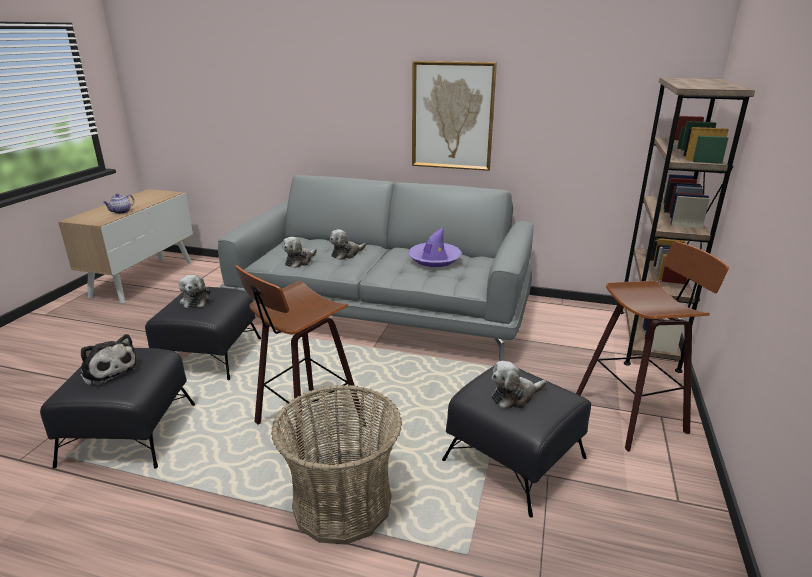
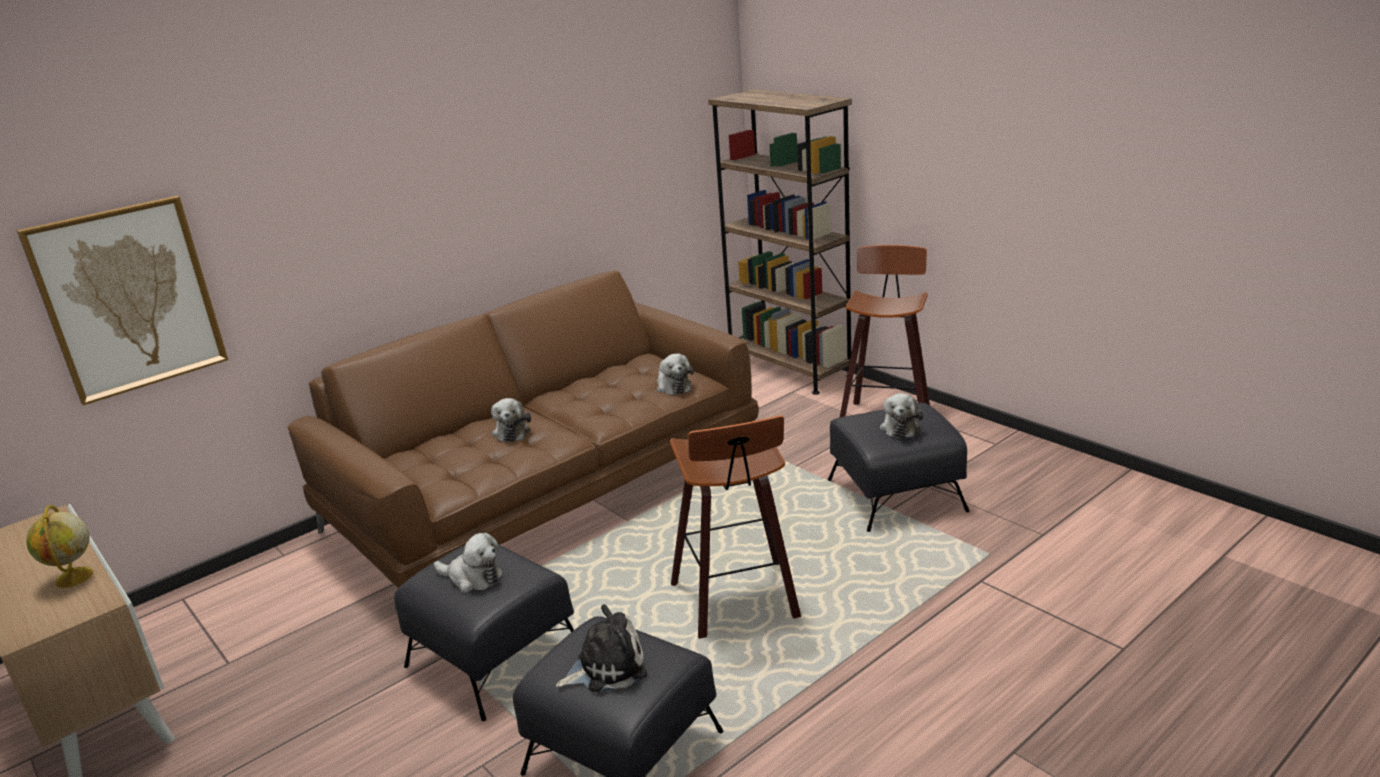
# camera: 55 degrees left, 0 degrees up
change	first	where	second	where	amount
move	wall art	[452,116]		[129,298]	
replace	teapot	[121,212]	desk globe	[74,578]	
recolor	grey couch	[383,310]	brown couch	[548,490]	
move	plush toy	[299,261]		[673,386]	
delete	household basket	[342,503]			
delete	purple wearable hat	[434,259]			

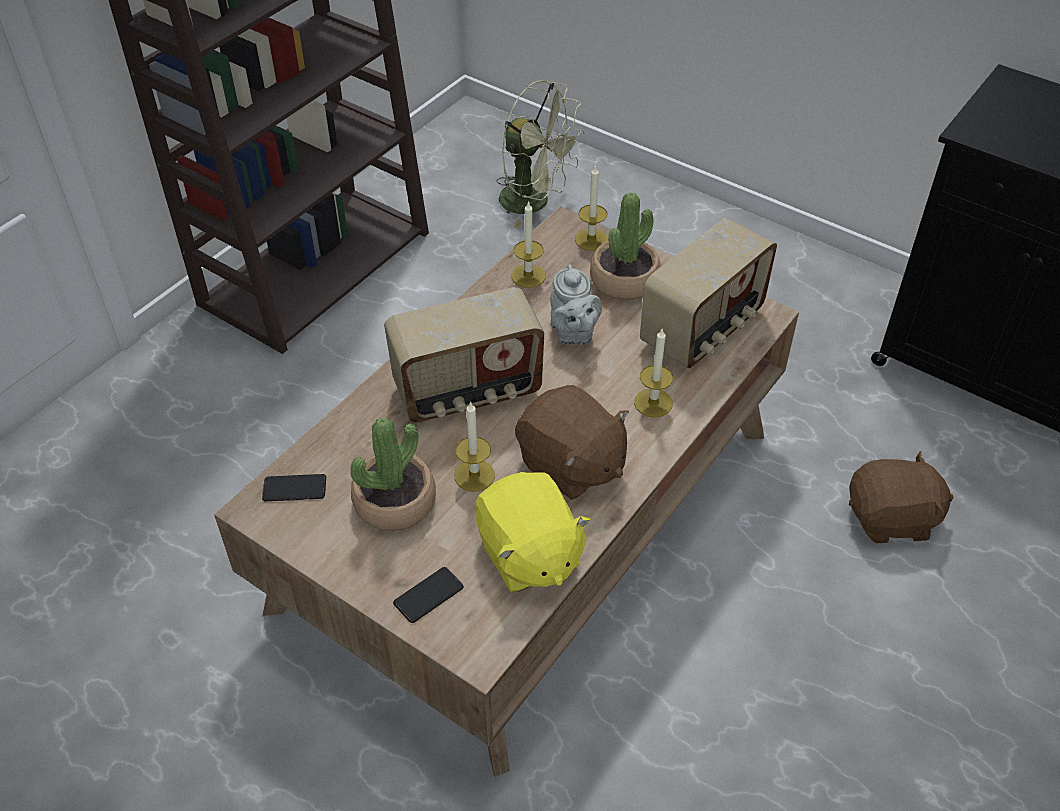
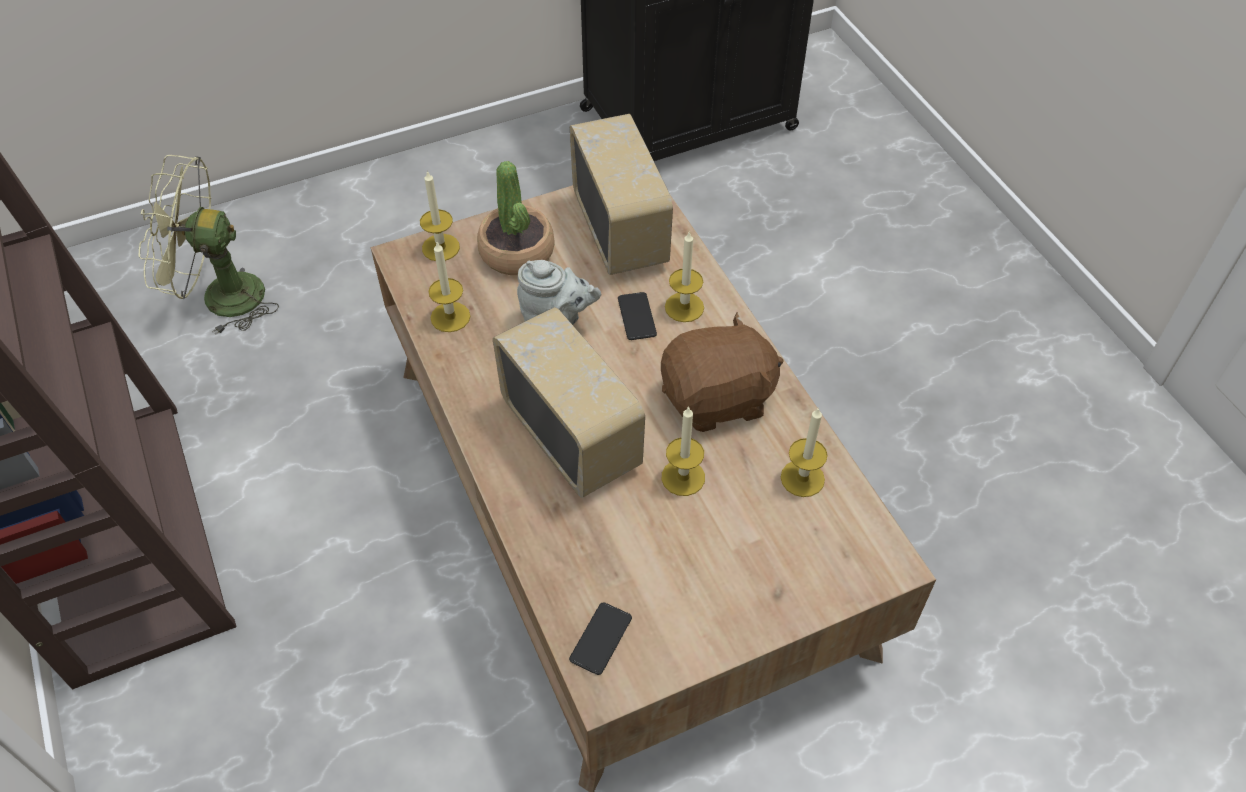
# camera: 60 degrees left, 5 degrees up
change	first	where	second	where	amount
rotate	green-coloured electric fan	[535,202]		[219,297]	150 degrees counterclockwise
rotate	radio receiver	[468,392]		[572,435]	45 degrees counterclockwise
move	telephone	[428,595]		[637,317]	
replace	yellow-coloured plush toy	[528,555]	wax light	[802,478]	
delete	potted plant	[394,502]			
delete	brown plush toy	[891,519]			

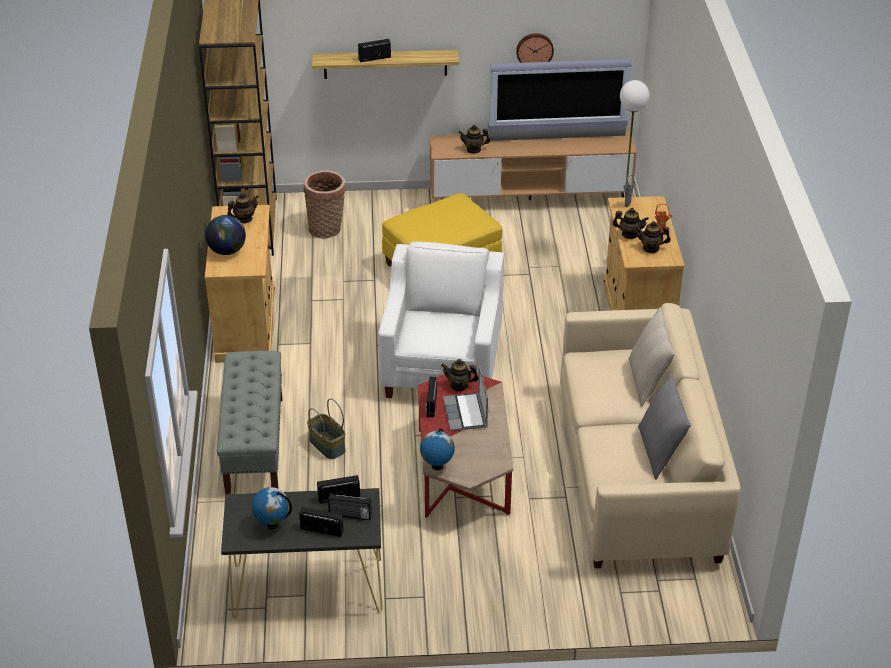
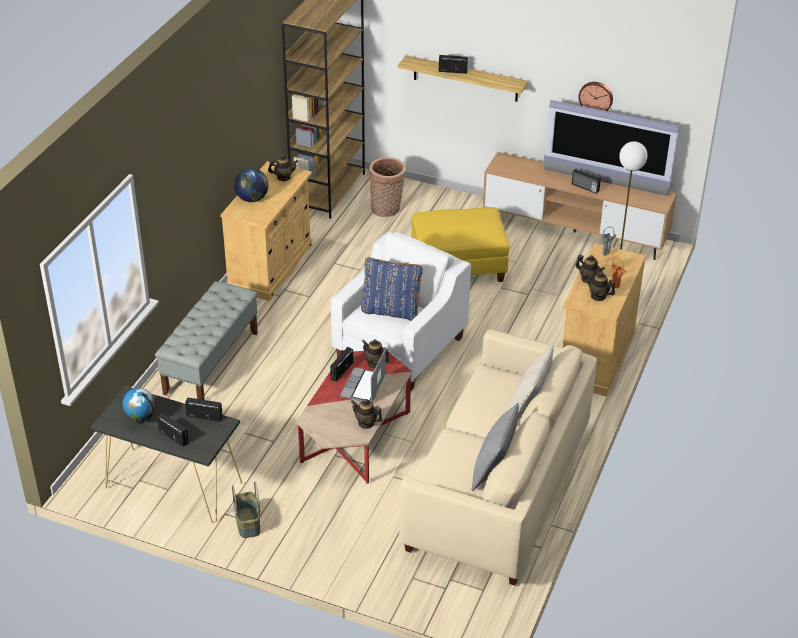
# camera: 25 degrees right, 0 degrees up
change	first	where	second	where	amount
move	household basket	[326,445]		[247,523]	
move	teapot	[474,149]		[366,423]	
insert			bluish pillow	[391,310]	
move	radio receiver	[350,515]		[585,188]	
delete	desk globe	[437,466]			

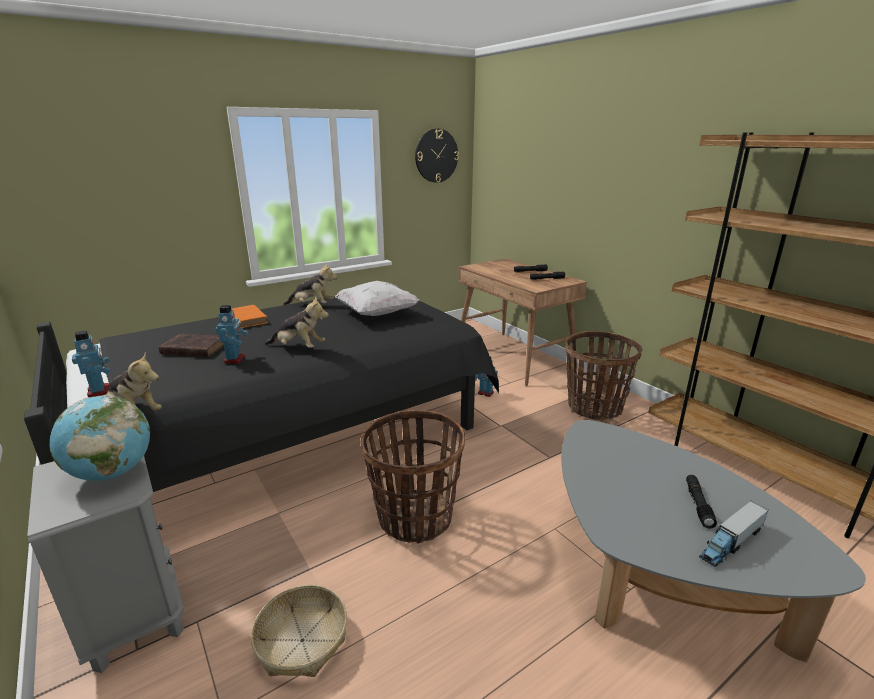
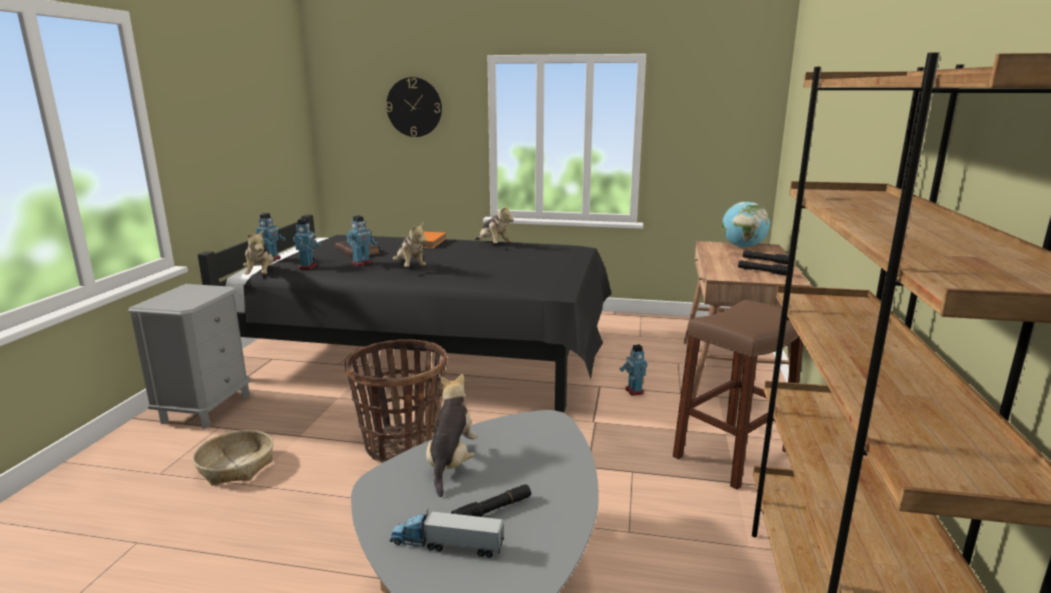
# camera: 45 degrees right, 5 degrees down
change	first	where	second	where	amount
insert			model robot	[308,267]	
move	hanging clock	[436,156]		[414,107]	
insert			plush toy	[451,463]	
replace	household basket	[594,408]	brown stool seat	[732,454]	
move	desk globe	[112,472]		[743,247]	
delete	white-coloured pillow	[377,314]			

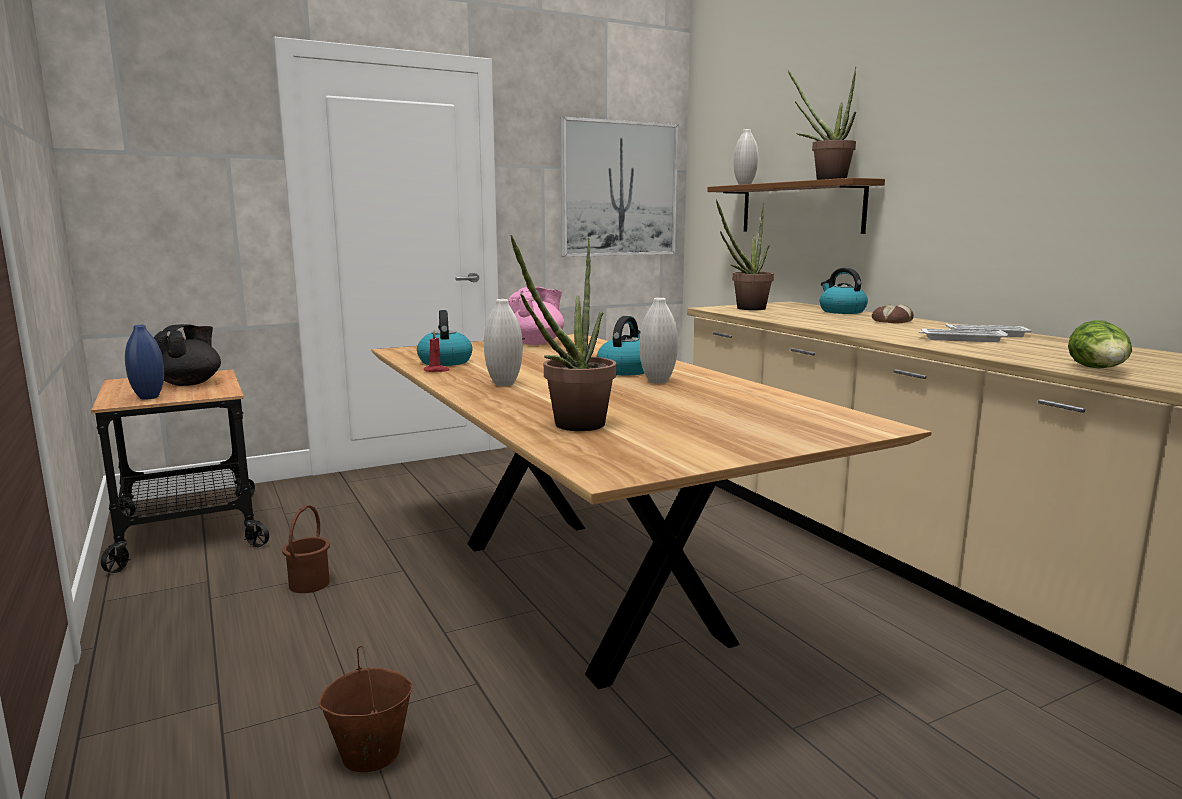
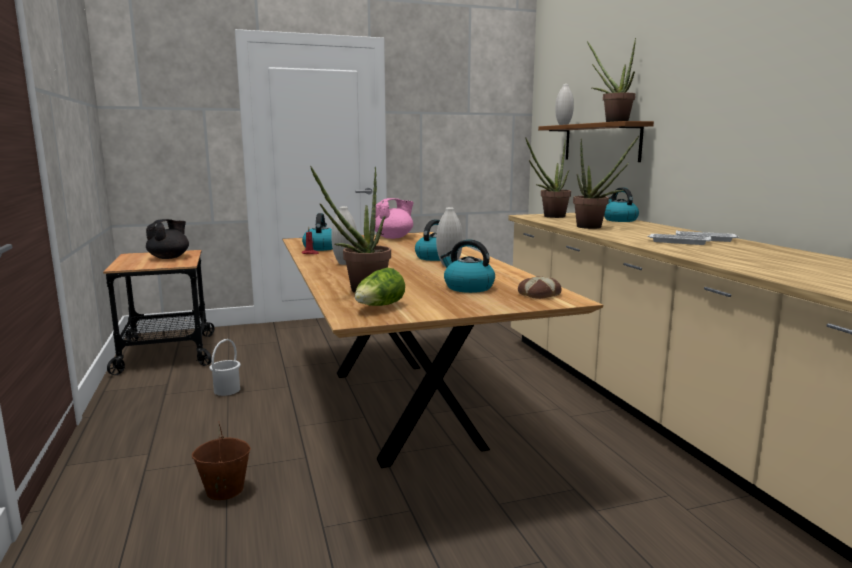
# camera: 10 degrees right, 0 degrees up
change	first	where	second	where	amount
recolor	brown water bucket	[308,584]	white-coloured water bucket	[226,390]	
move	lettuce head	[1099,370]		[379,307]	
insert			tea kettle	[468,287]	
move	bread	[891,321]		[538,294]	
insert			potted plant	[594,227]	
delete	bluish decorative vase	[149,397]			
delete	wall art	[619,189]			

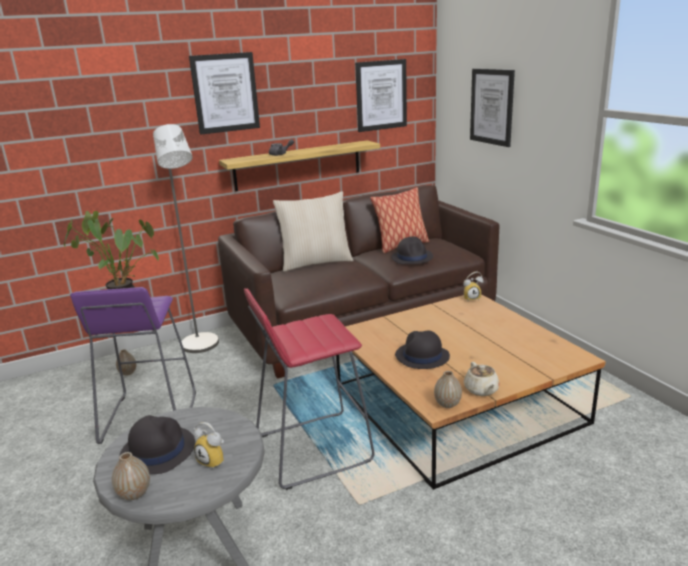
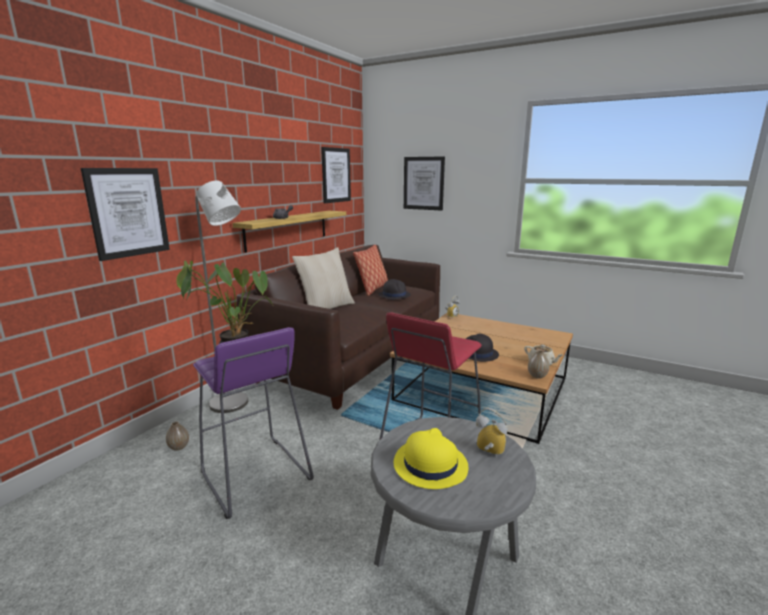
# camera: 35 degrees left, 5 degrees down
change	first	where	second	where	amount
move	wall art	[225,93]		[128,212]	
recolor	black-coloured wearable hat	[157,450]	yellow-coloured wearable hat	[429,465]	
rotate	alarm clock	[215,460]		[488,453]	150 degrees counterclockwise
delete	decorative vase	[134,493]			

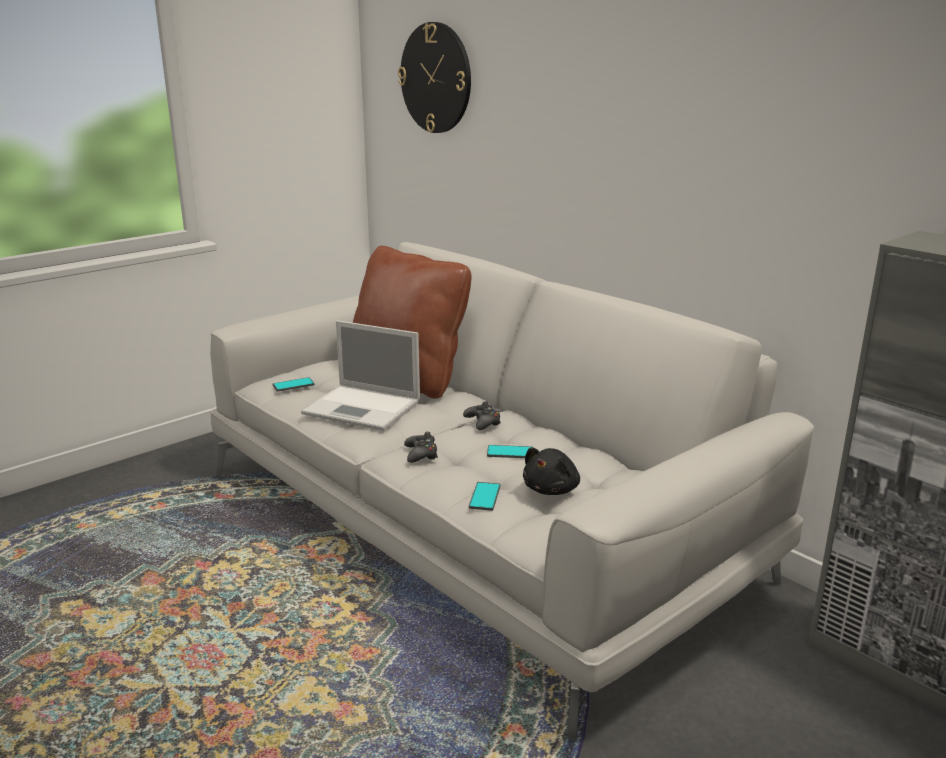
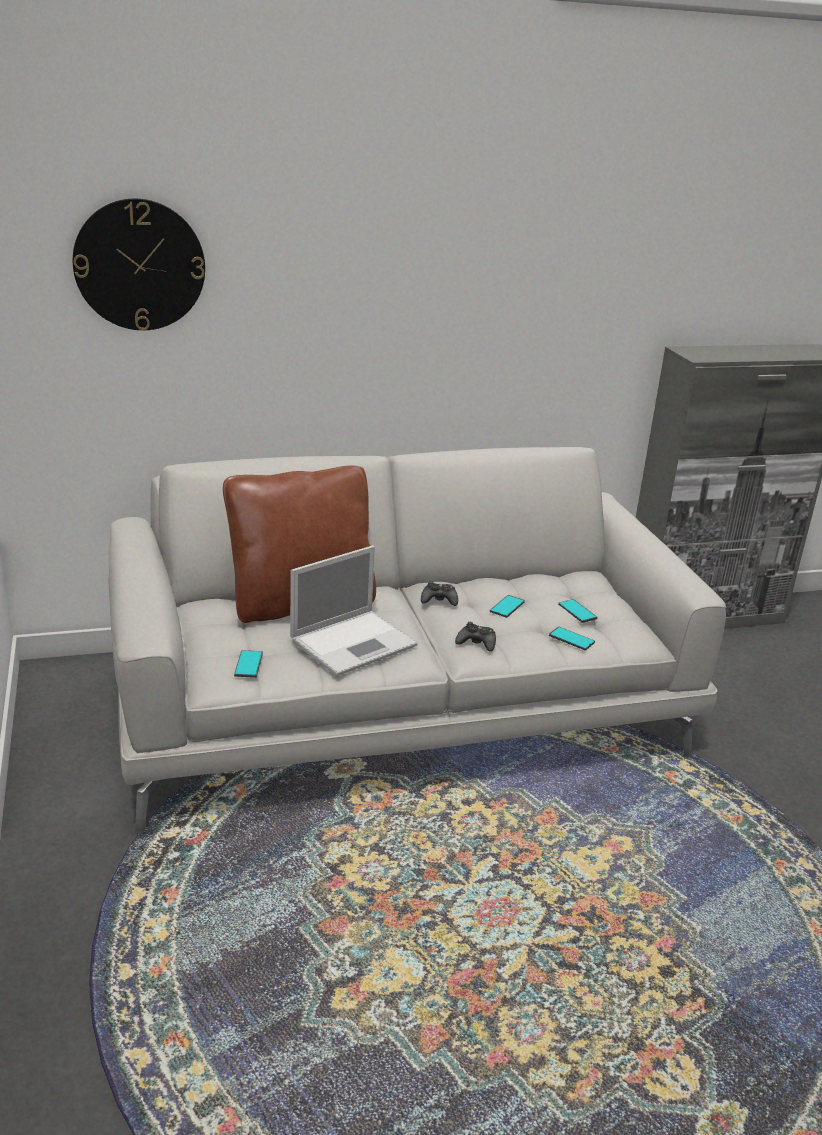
# camera: 65 degrees left, 5 degrees up
change	first	where	second	where	amount
replace	black-coloured plush toy	[552,489]	telephone	[577,611]	

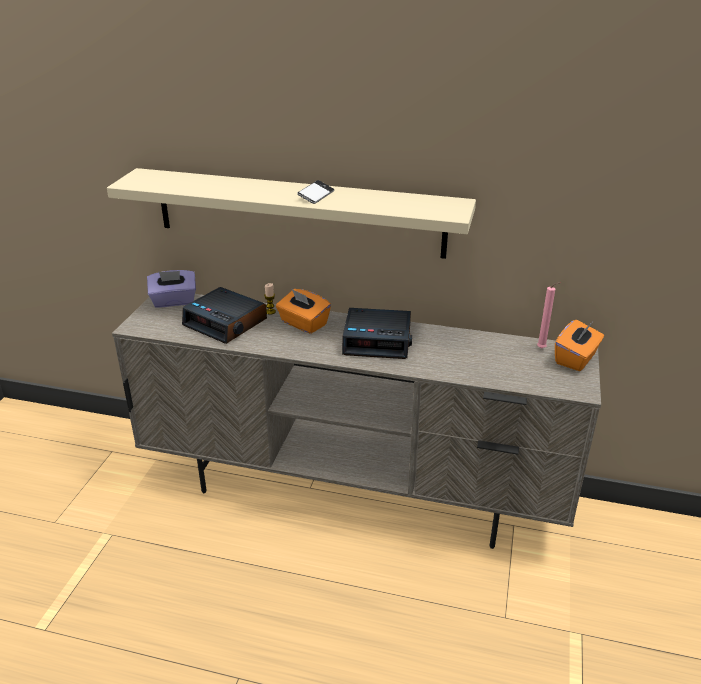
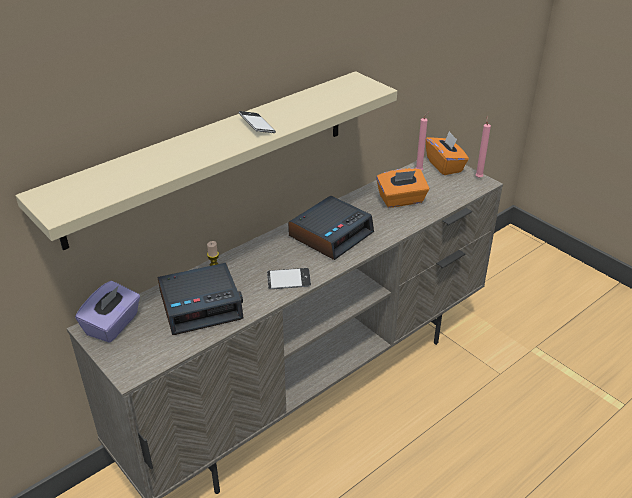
# camera: 55 degrees left, 5 degrees up
change	first	where	second	where	amount
insert			telephone	[289,281]	
move	orangey tissue box	[303,324]		[401,200]	
insert			pink-coloured wax light	[478,177]	

